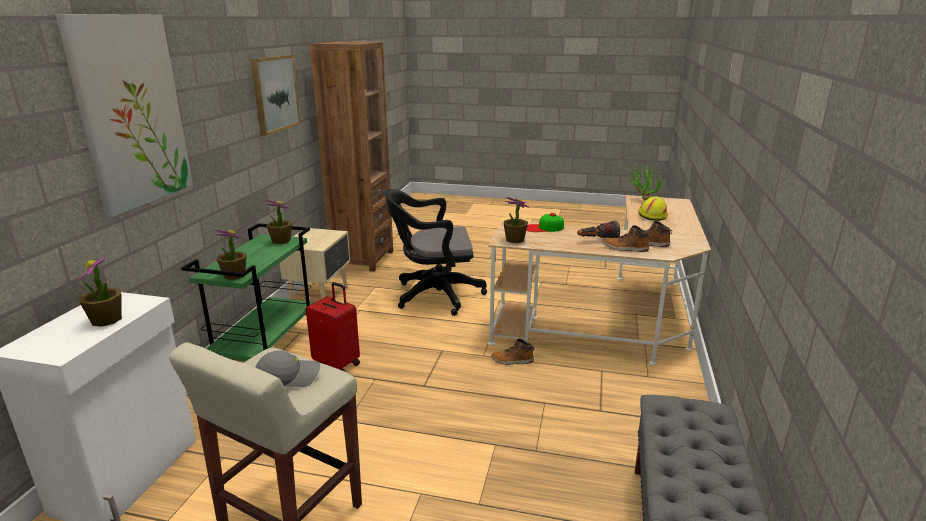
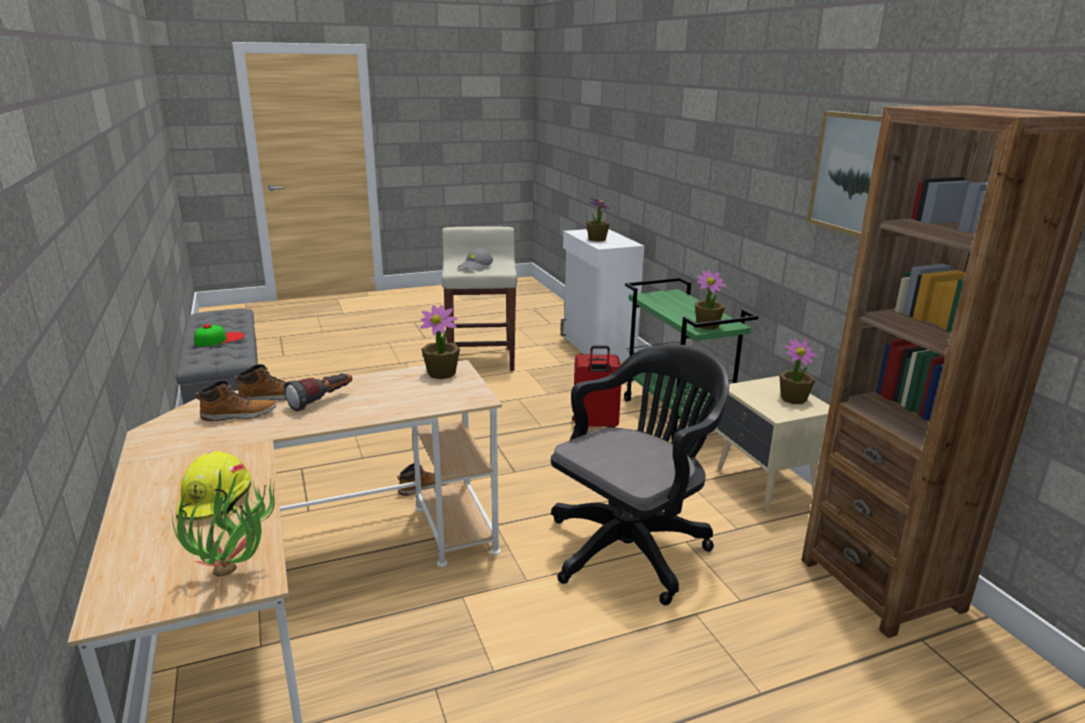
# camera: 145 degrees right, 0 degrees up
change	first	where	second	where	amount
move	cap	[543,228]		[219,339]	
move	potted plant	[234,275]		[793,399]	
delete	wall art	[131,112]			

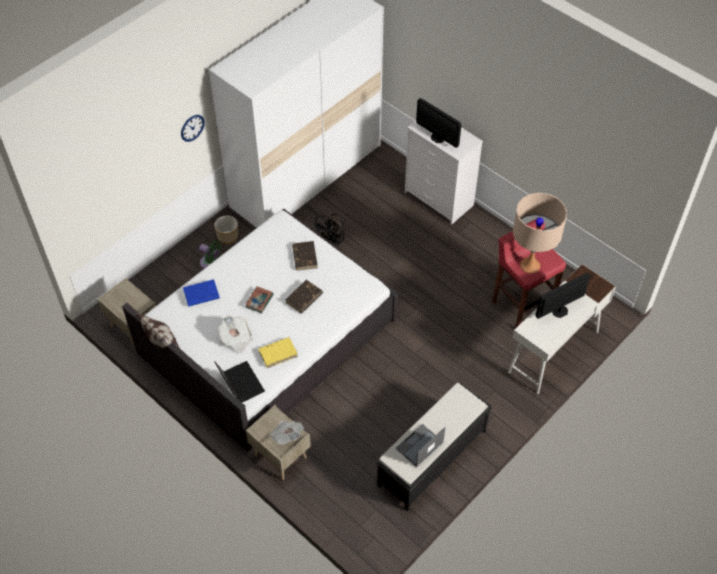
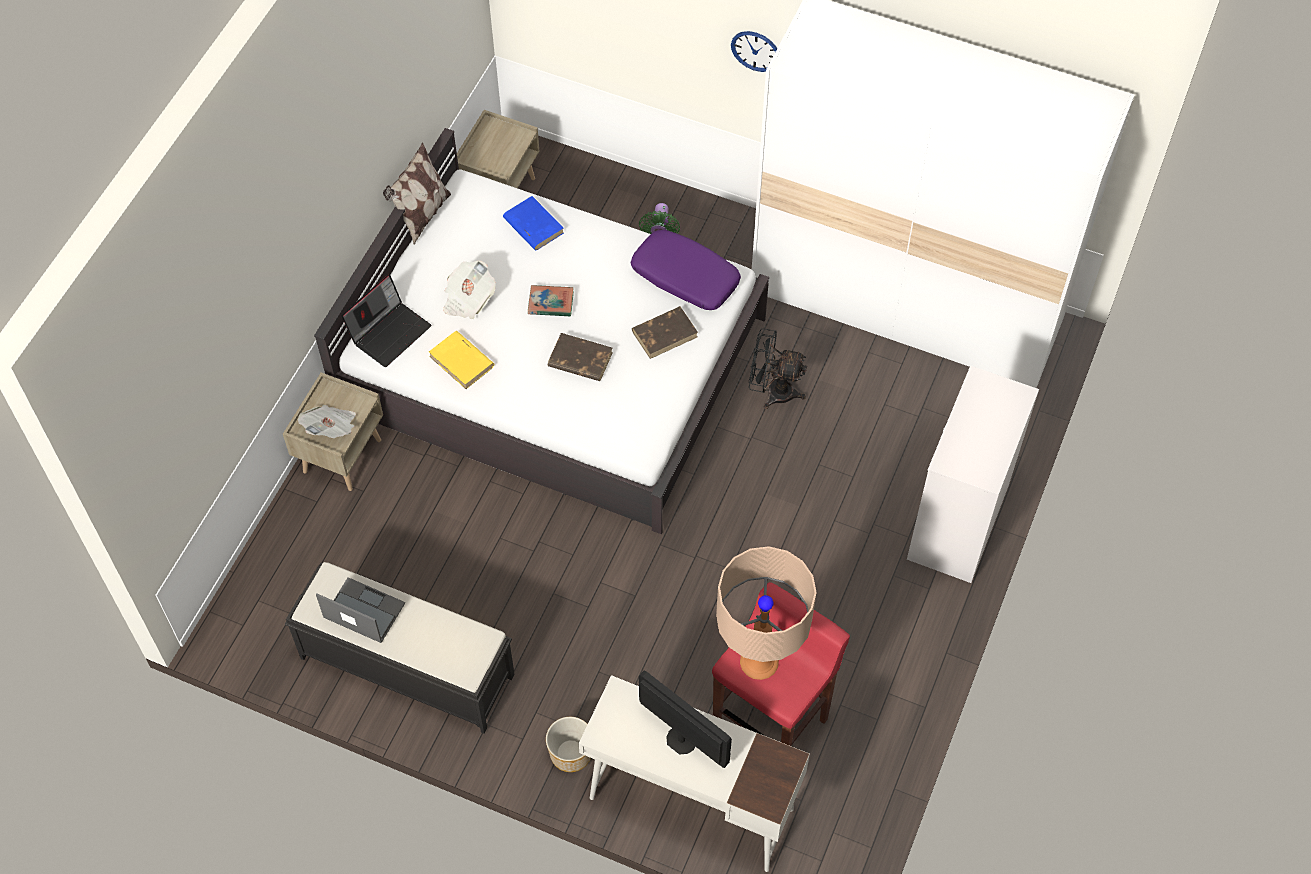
# camera: 70 degrees right, 5 degrees up
change	first	where	second	where	amount
move	planter	[227,236]		[570,753]	
insert			purple pillow	[684,278]	
delete	computer screen	[438,138]			

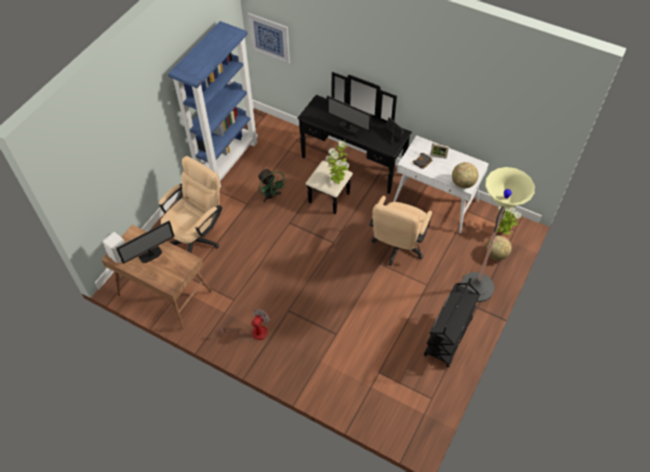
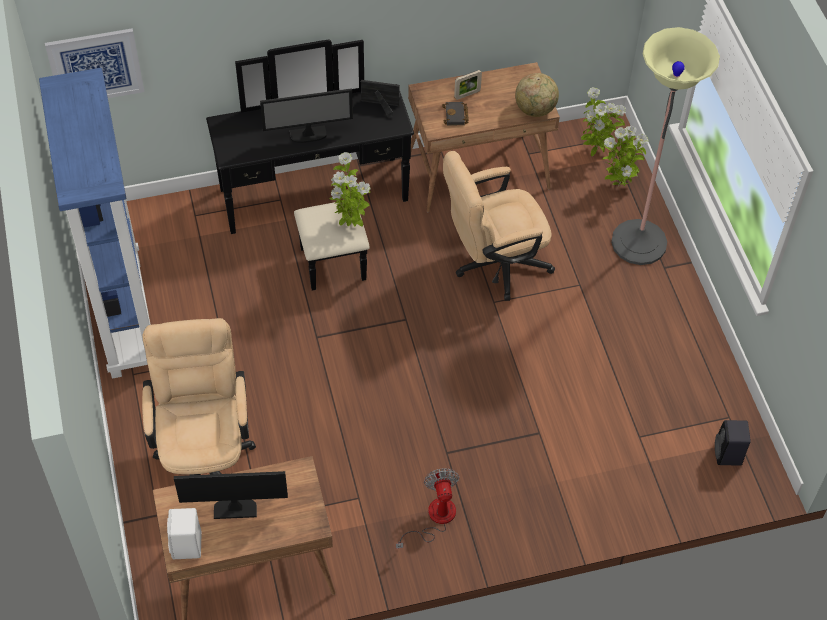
# camera: 45 degrees left, 0 degrees up
change	first	where	second	where	amount
rotate	computer screen	[151,255]		[235,508]	105 degrees counterclockwise
recolor	white-coloured desk	[435,203]	brown desk	[478,170]	
rotate	beige-coloured office chair	[397,247]		[493,264]	90 degrees clockwise
replace	desk globe	[496,254]	potted plant	[618,185]	
insert			black-coloured audio speaker	[728,455]	
delete	green-coloured electric fan	[271,196]			
delete	black-coloured wheeled cart	[448,337]			

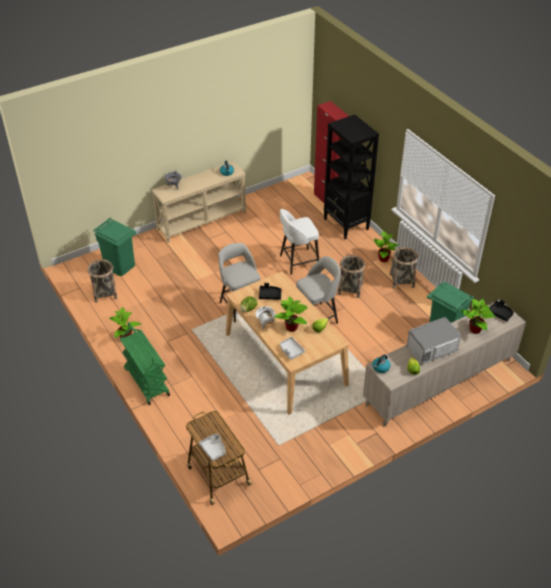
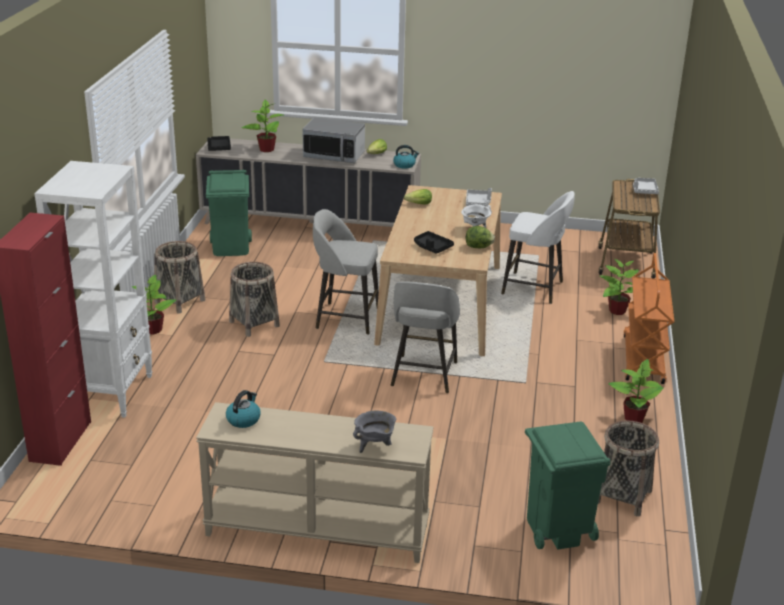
# camera: 140 degrees left, 15 degrees down
change	first	where	second	where	amount
recolor	black-coloured shelving unit	[346,224]	white-coloured shelving unit	[111,392]	
move	white-coloured stool seat	[298,261]		[534,288]	
move	potted plant	[292,327]		[616,311]	
recolor	green-coloured wheeled cart	[146,382]	orangey wheeled cart	[643,360]	

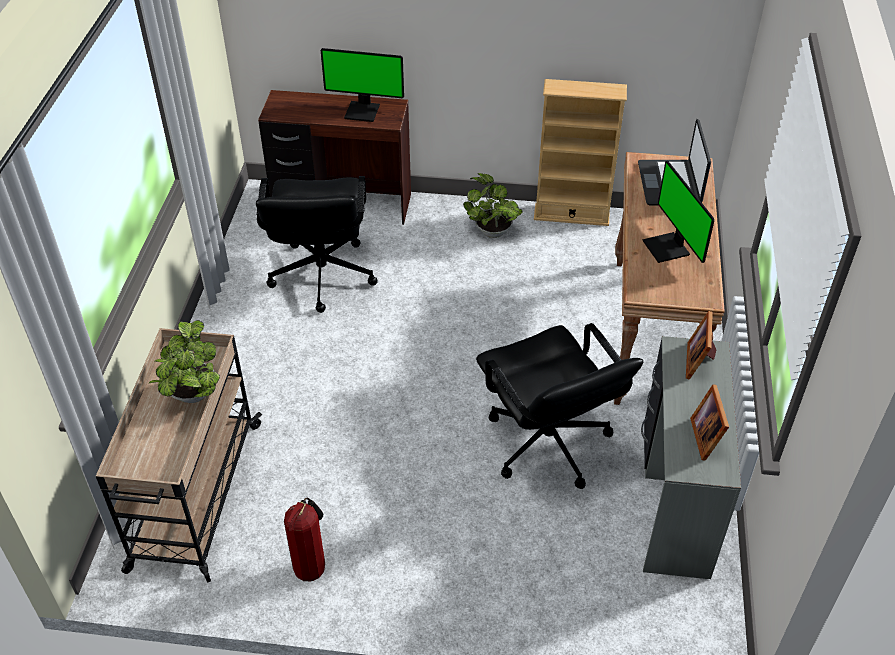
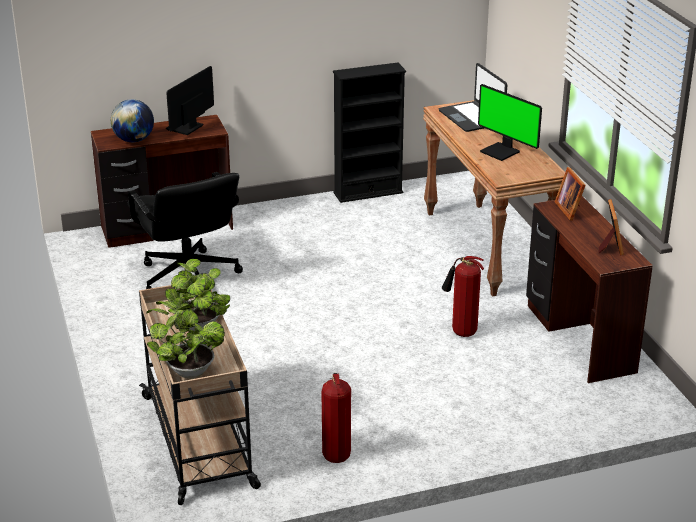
# camera: 25 degrees left, 15 degrees down
change	first	where	second	where	amount
insert			desk globe	[134,140]	
move	potted plant	[491,230]		[187,370]	
rotate	computer screen	[363,111]		[185,128]	135 degrees clockwise
recolor	beige-coloured shelving unit	[571,215]	black-coloured shelving unit	[368,193]	
replace	black-coloured office chair	[547,444]	extinguisher	[461,332]	
recolor	grey desk	[672,501]	brown desk	[578,339]	
rotate	standing frame	[708,437]		[610,245]	150 degrees counterclockwise

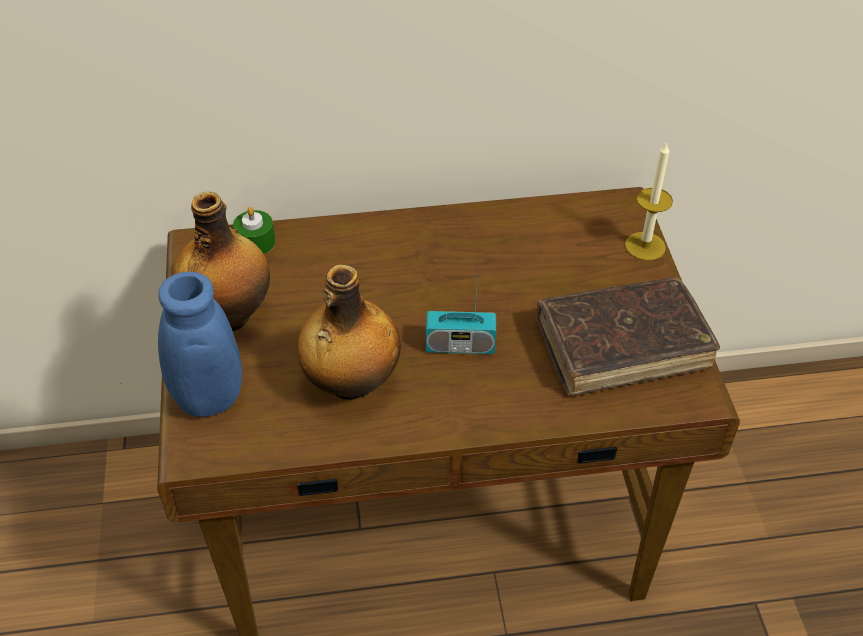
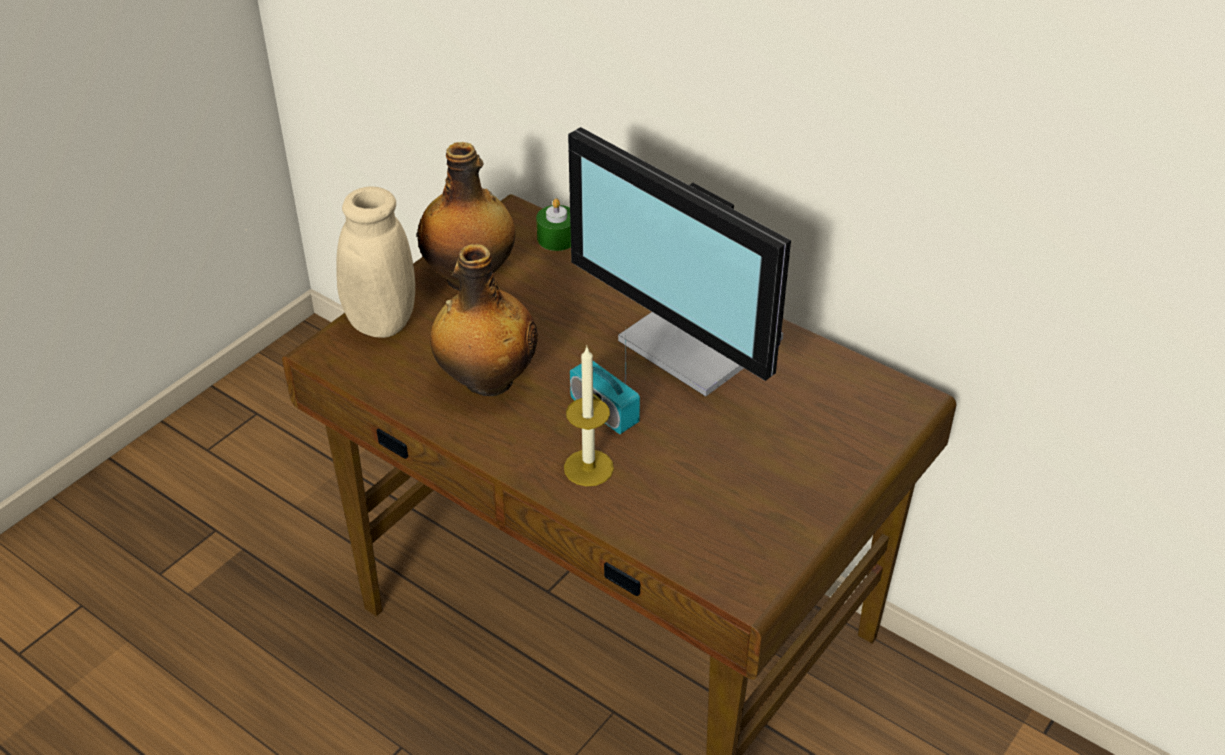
# camera: 45 degrees right, 5 degrees down
change	first	where	second	where	amount
recolor	bluish decorative vase	[205,402]	beige-coloured decorative vase	[376,325]	
move	wax light	[645,246]		[588,468]	
insert			computer screen	[697,344]	
delete	brown volume	[622,346]			

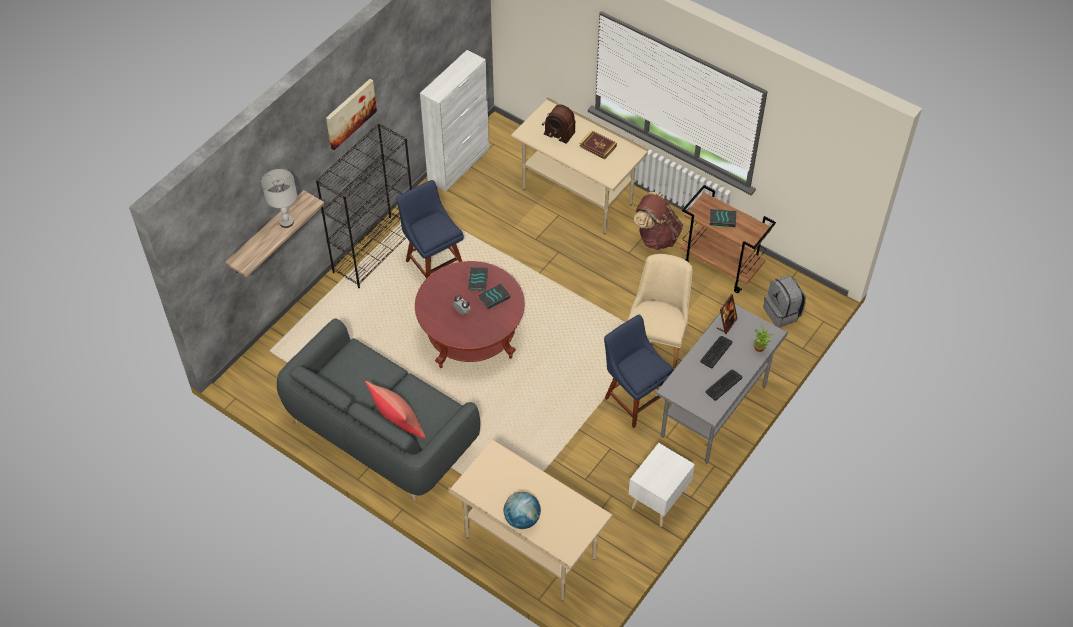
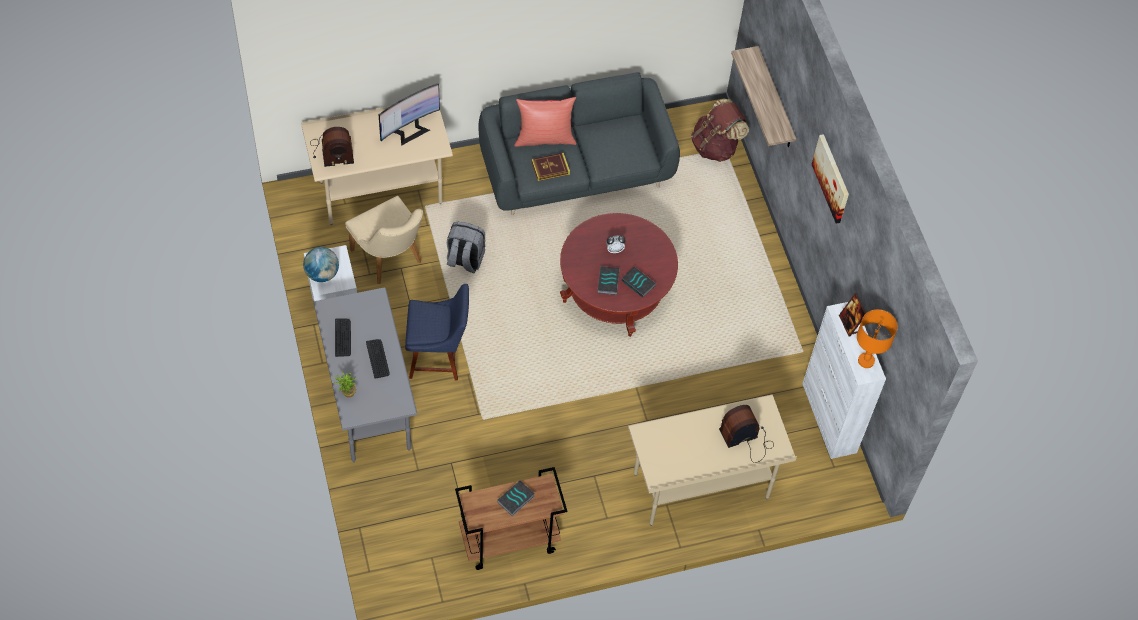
# camera: 125 degrees right, 5 degrees up
change	first	where	second	where	amount
move	desk globe	[522,519]		[322,274]	
insert			radio receiver	[332,151]	
move	beige-coloured plain chair	[657,340]		[390,260]	
insert			computer screen	[409,130]	
move	grey rucksack	[782,313]		[465,260]	
move	volume	[598,146]		[550,168]	
move	brown rucksack	[656,237]		[715,146]	
move	standing frame	[726,324]		[849,324]	
insert			orangey table lamp	[866,361]	
delete	grey table lamp	[286,222]			
delete	black-coloured shelving unit	[375,251]			
delete	bluish plain chair	[433,262]			

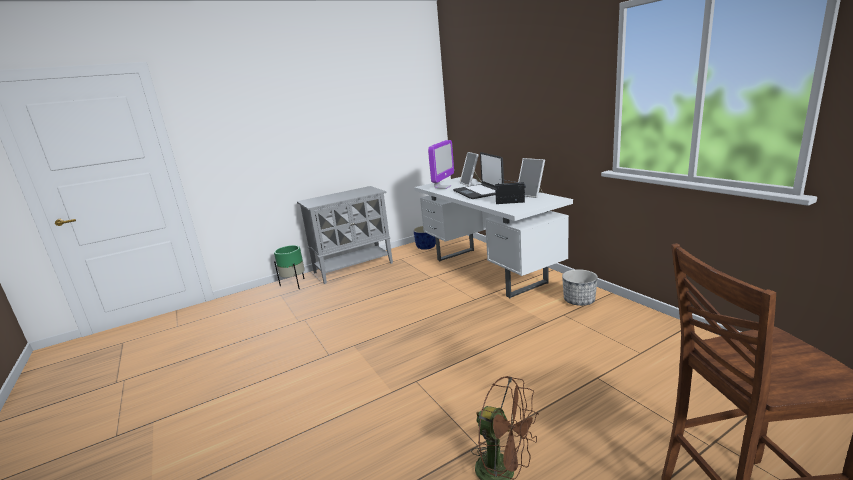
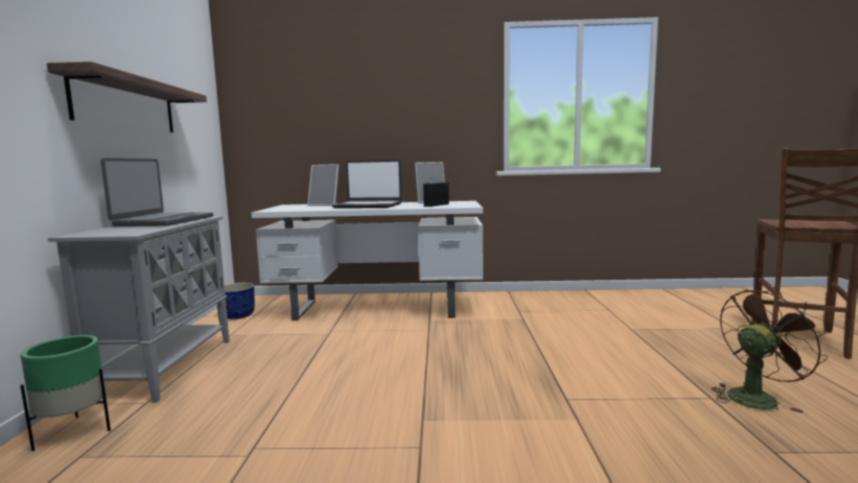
# camera: 60 degrees left, 10 degrees down
change	first	where	second	where	amount
insert			bracket shelf	[126,105]	
insert			notebook computer	[164,221]	
delete	computer screen	[442,187]			
delete	planter	[579,301]			

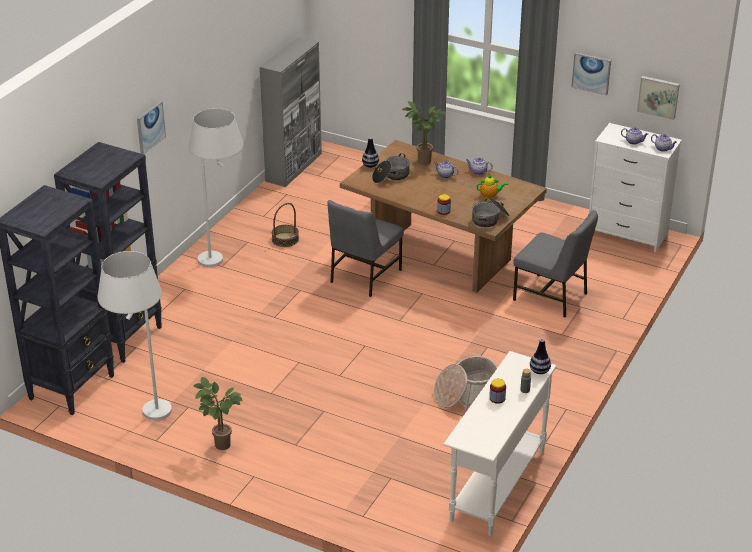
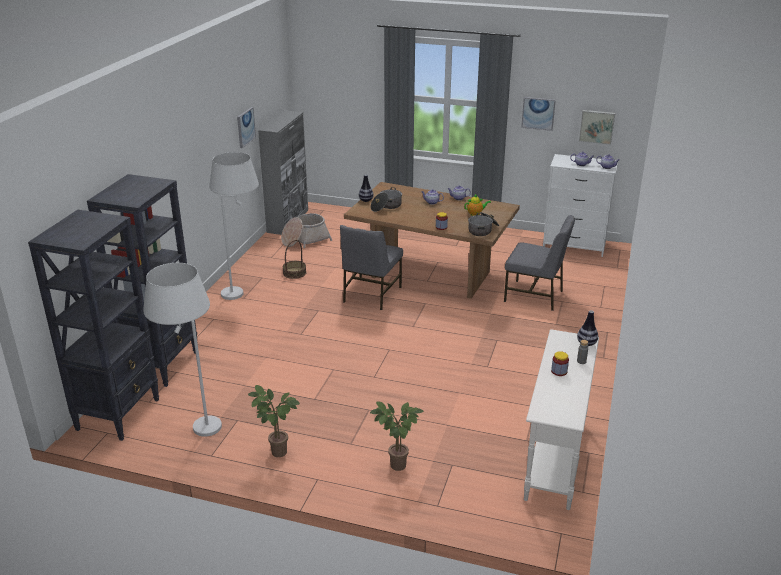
# camera: 10 degrees left, 5 degrees down
change	first	where	second	where	amount
move	wall art	[150,127]		[245,127]	
move	household basket	[468,395]		[305,240]	
move	potted plant	[422,162]		[396,467]	

